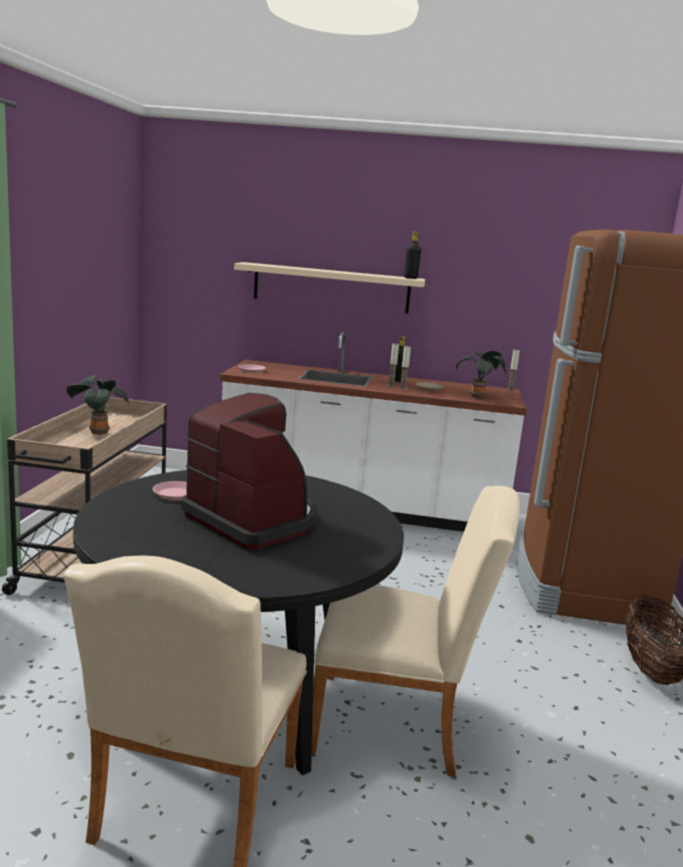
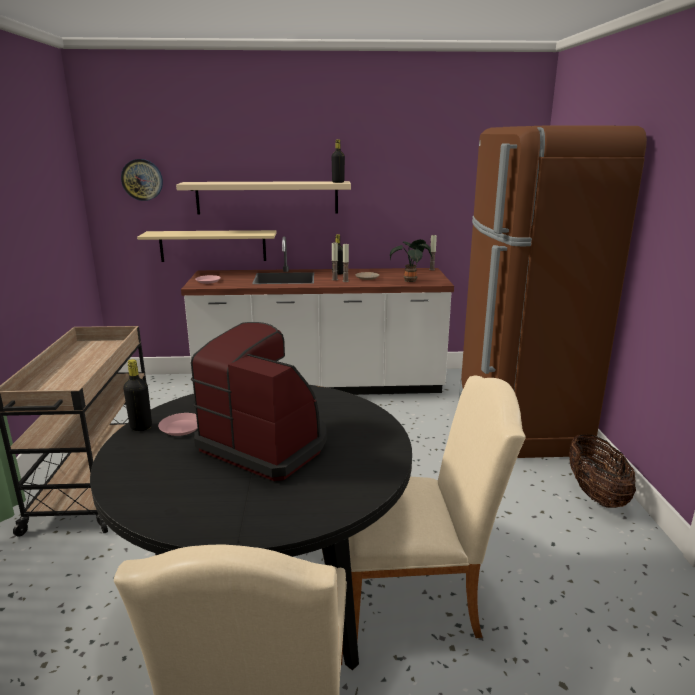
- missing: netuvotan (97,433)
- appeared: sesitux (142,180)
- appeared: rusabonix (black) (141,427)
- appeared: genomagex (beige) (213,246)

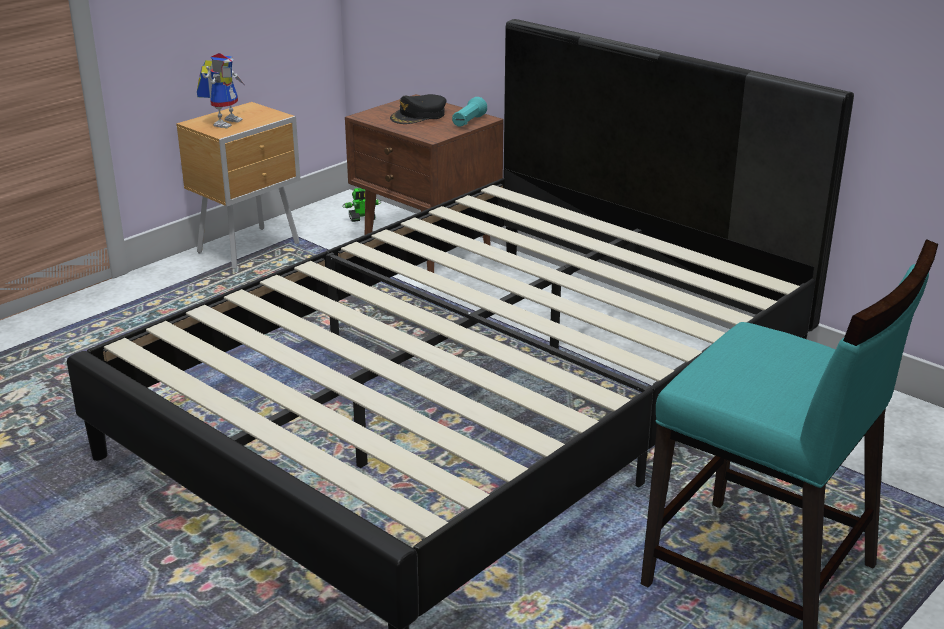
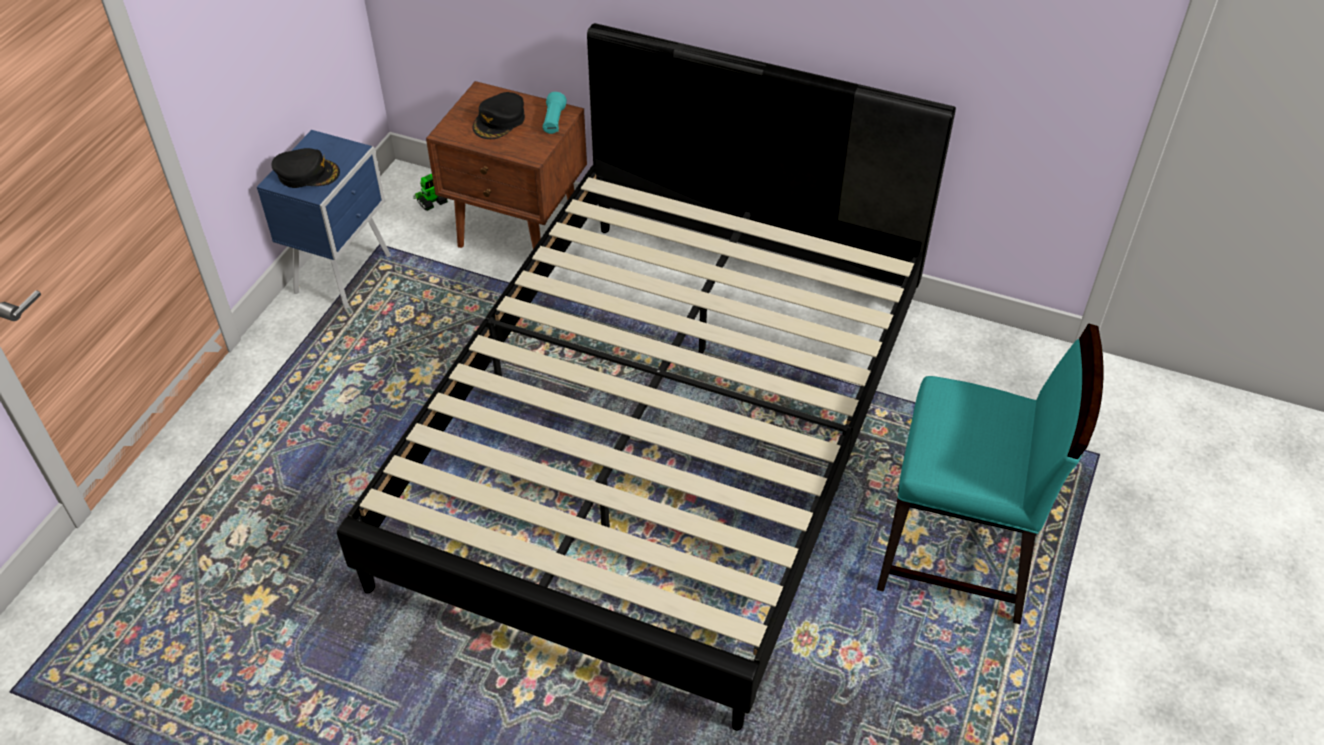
- colour: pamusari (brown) (251,248) to pamusari (blue) (345,273)
- exchanged: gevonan (225,122) to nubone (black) (307,173)

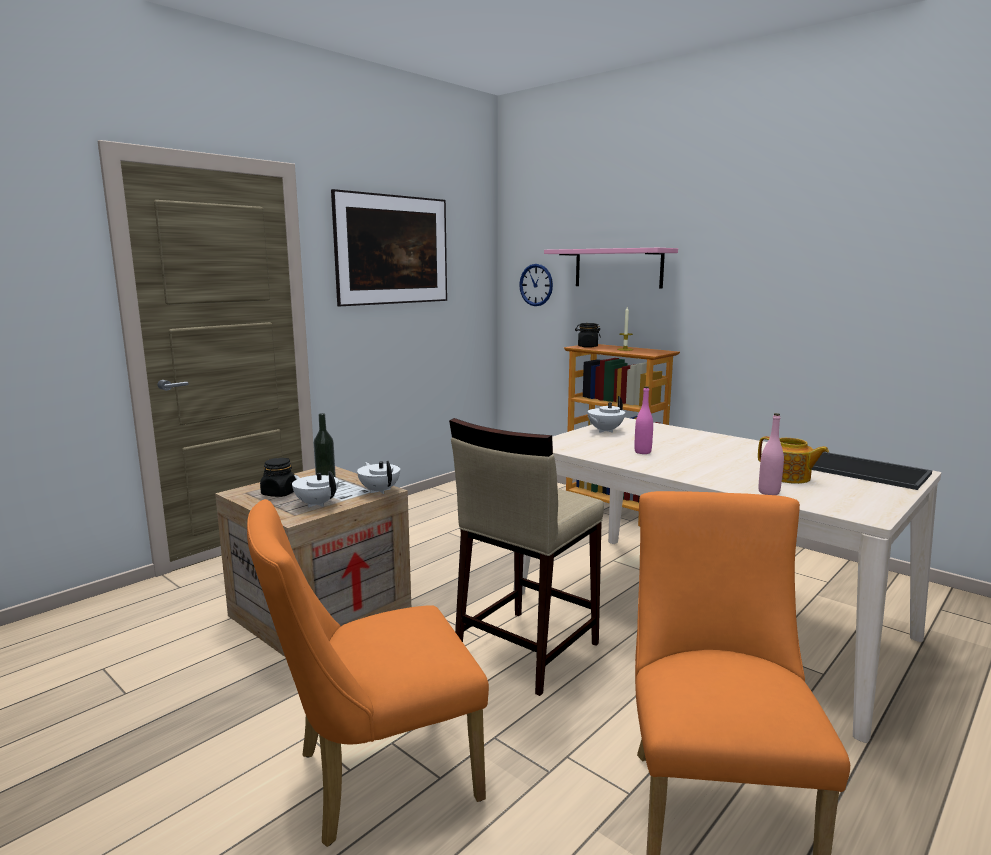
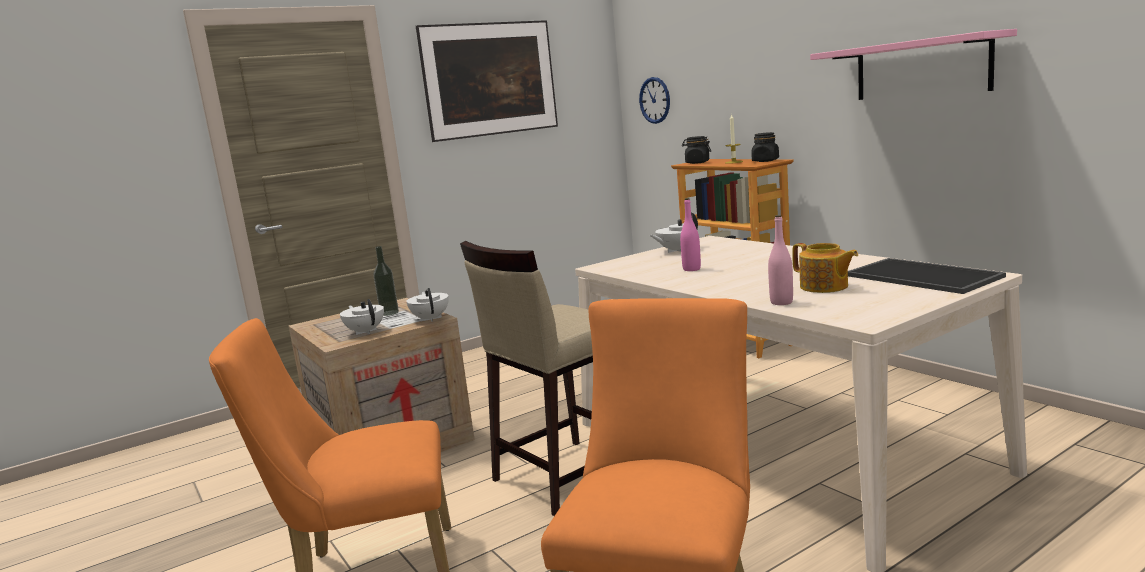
- relocated: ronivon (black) (279,493) to (765,161)
- relocated: genomagex (pink) (618,268) to (921,68)

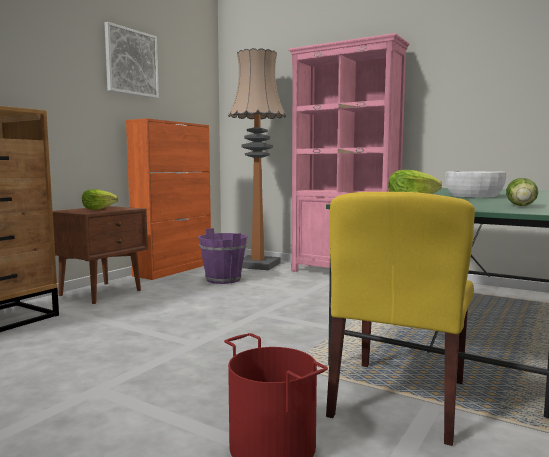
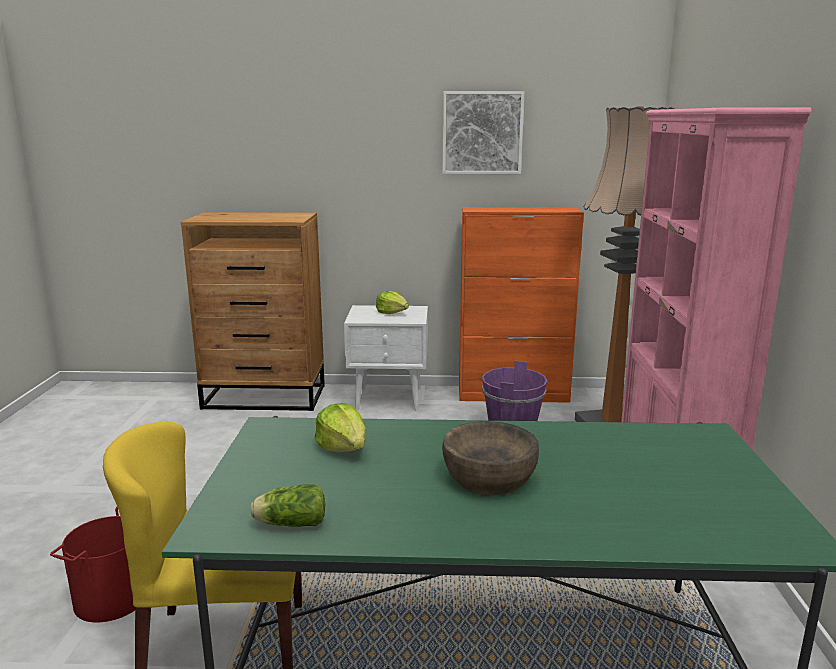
- colour: pamusari (brown) (102,292) to pamusari (white) (390,399)
- colour: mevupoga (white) (473,196) to mevupoga (brown) (489,477)

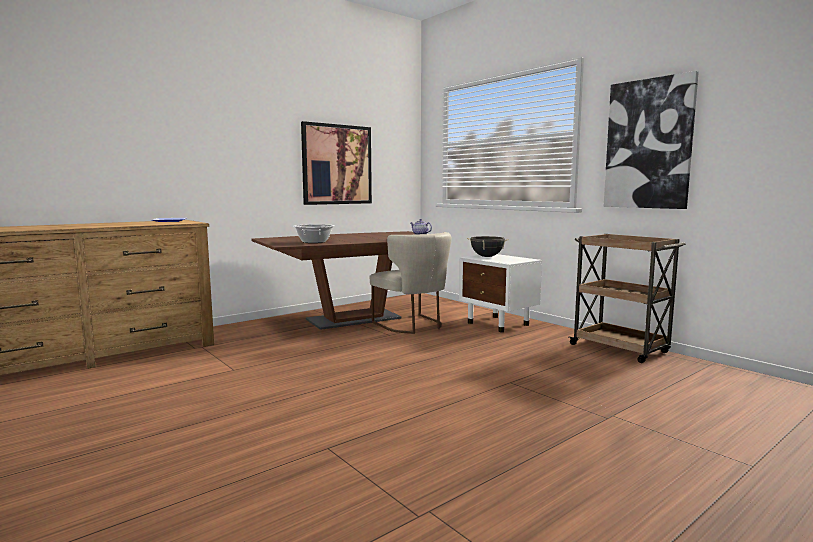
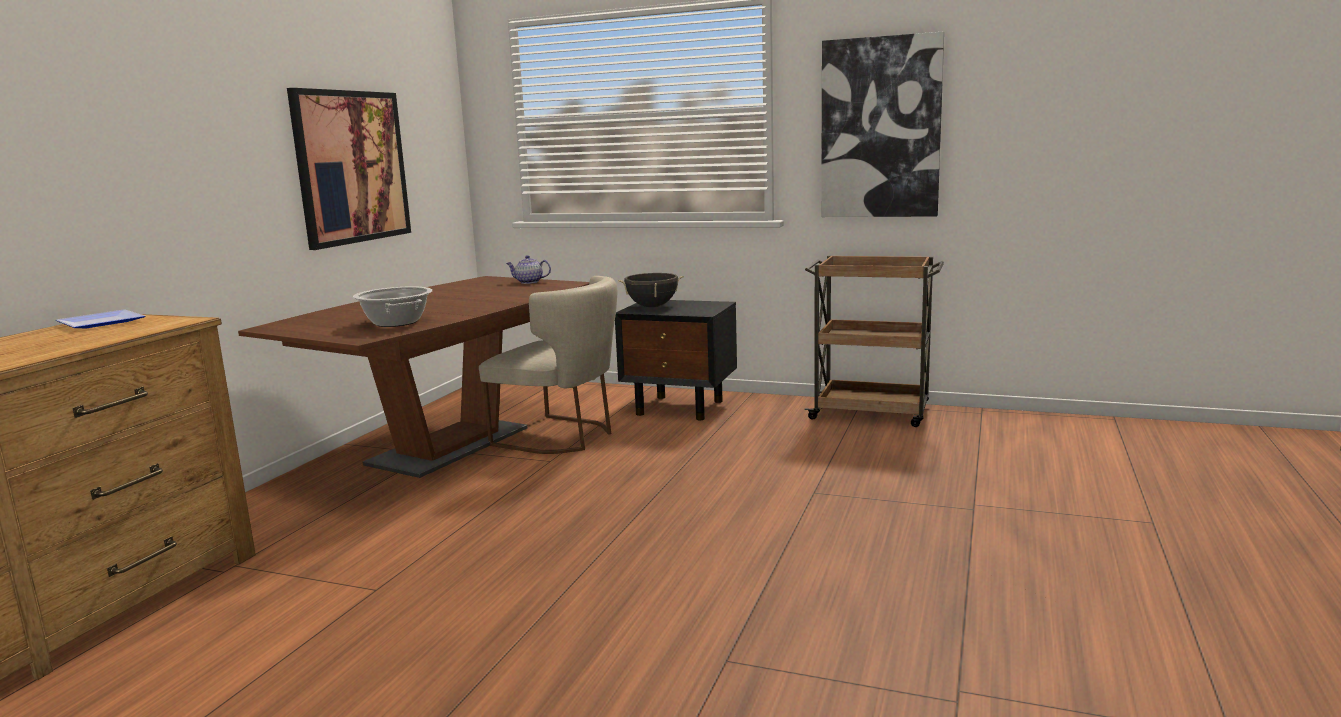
- colour: pamusari (white) (499,324) to pamusari (black) (681,408)

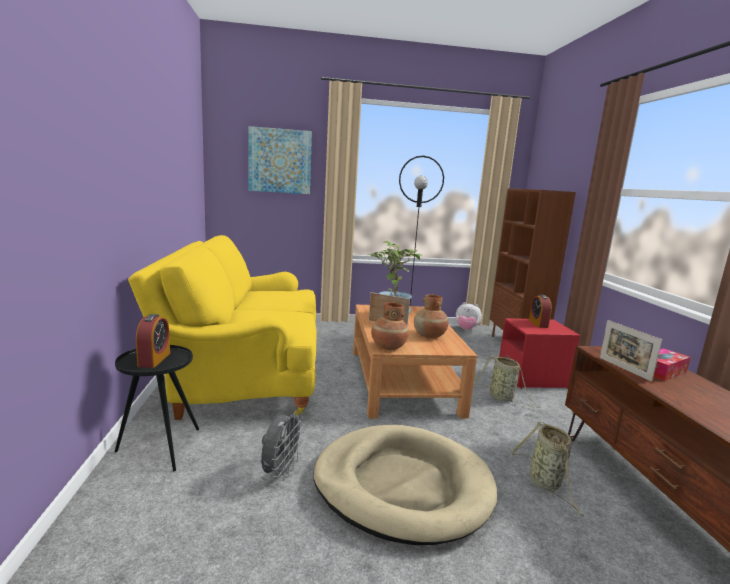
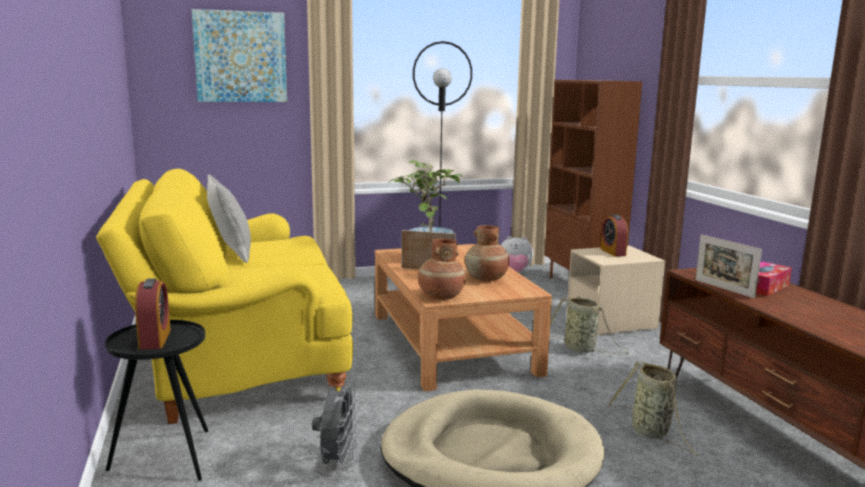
- colour: pamusari (red) (532,377) to pamusari (beige) (611,322)
- appeared: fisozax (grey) (230,253)

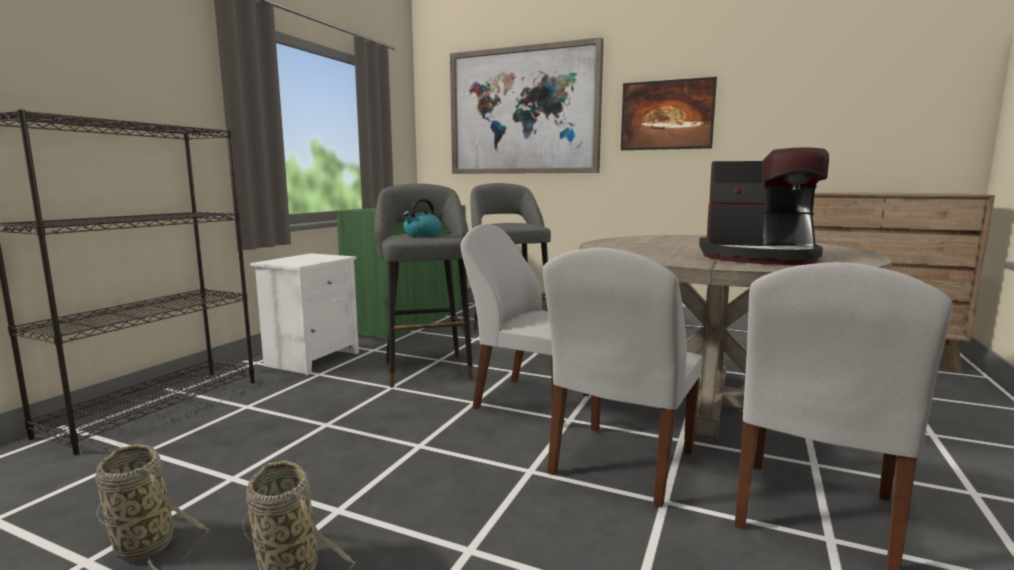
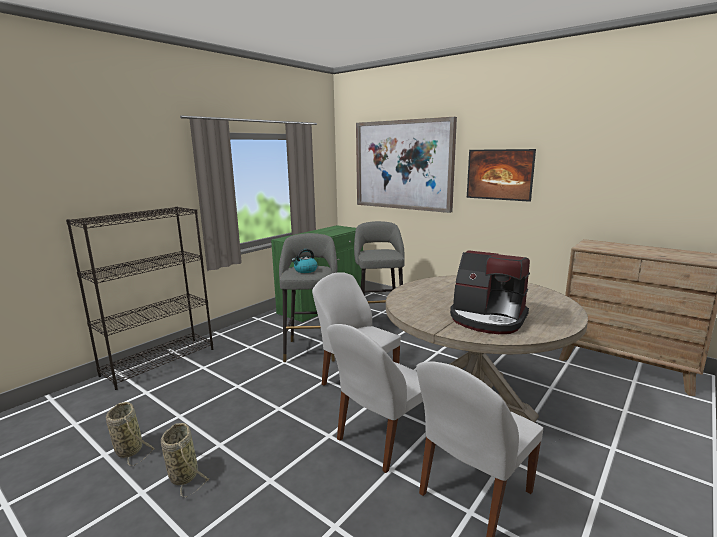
- missing: pamusari (white) (312,359)

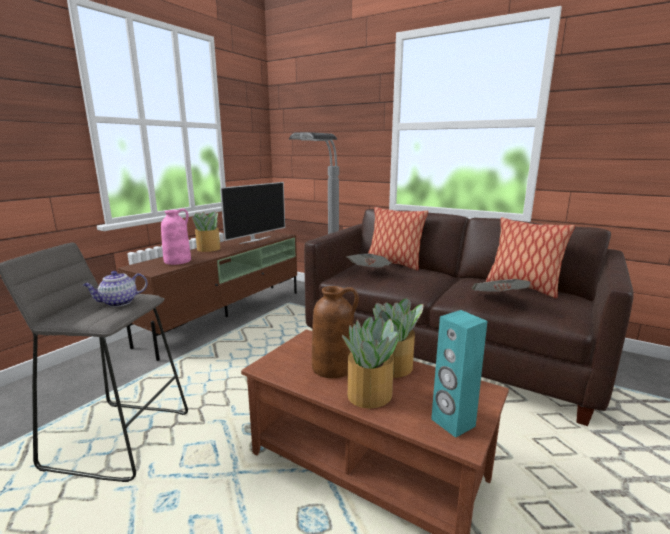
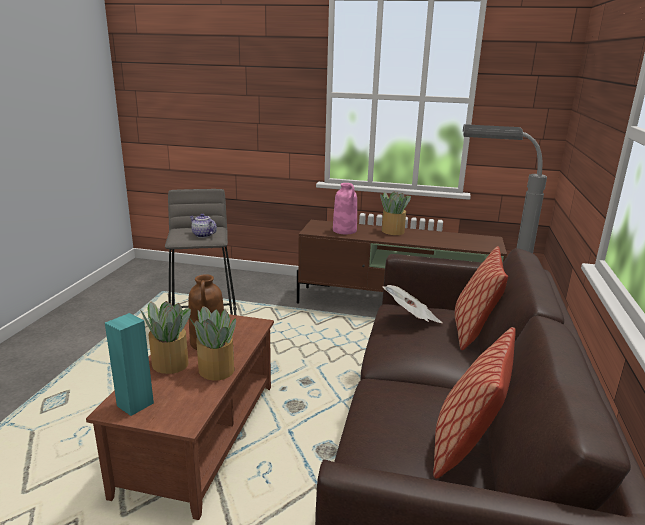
- missing: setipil (255,240)
- missing: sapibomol (498,300)

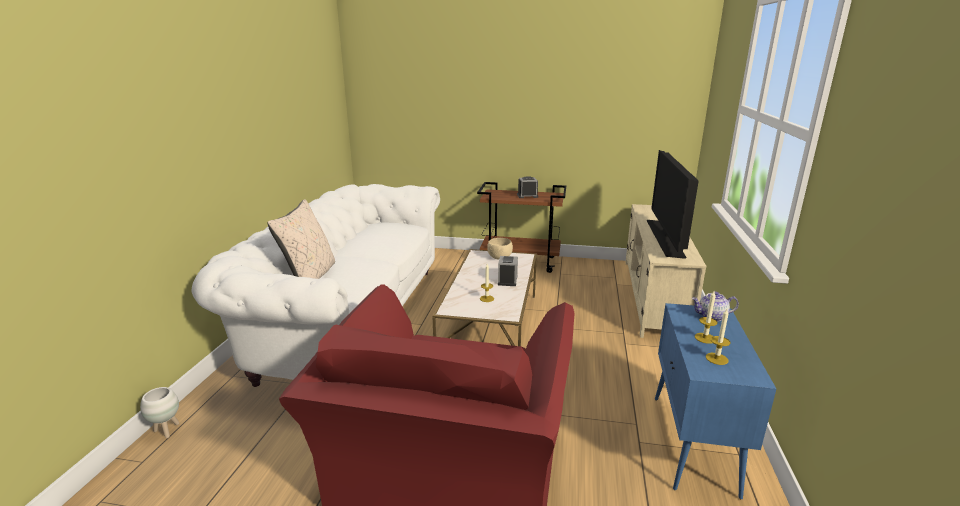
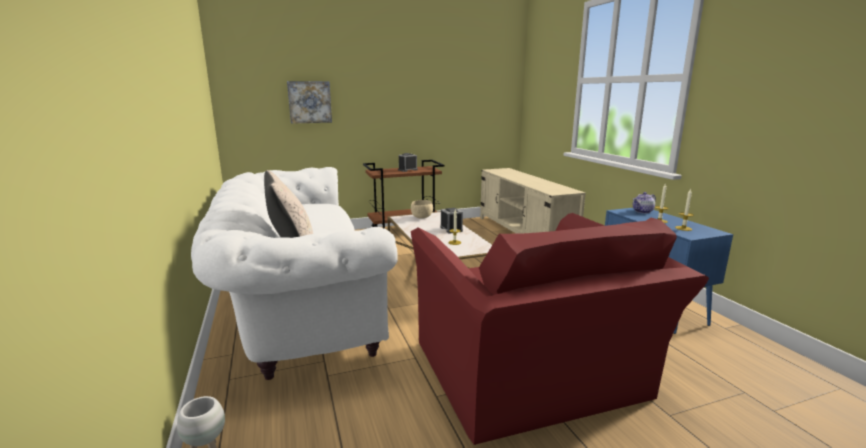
- missing: setipil (665,238)
- appeared: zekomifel (309,102)

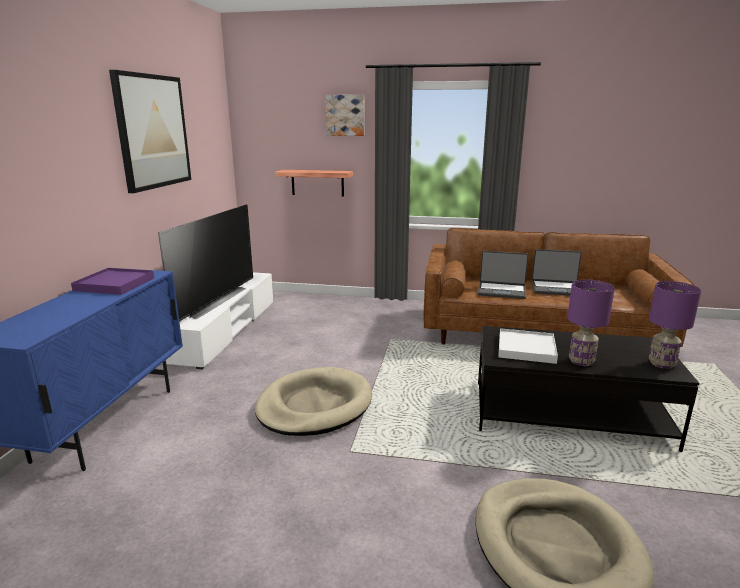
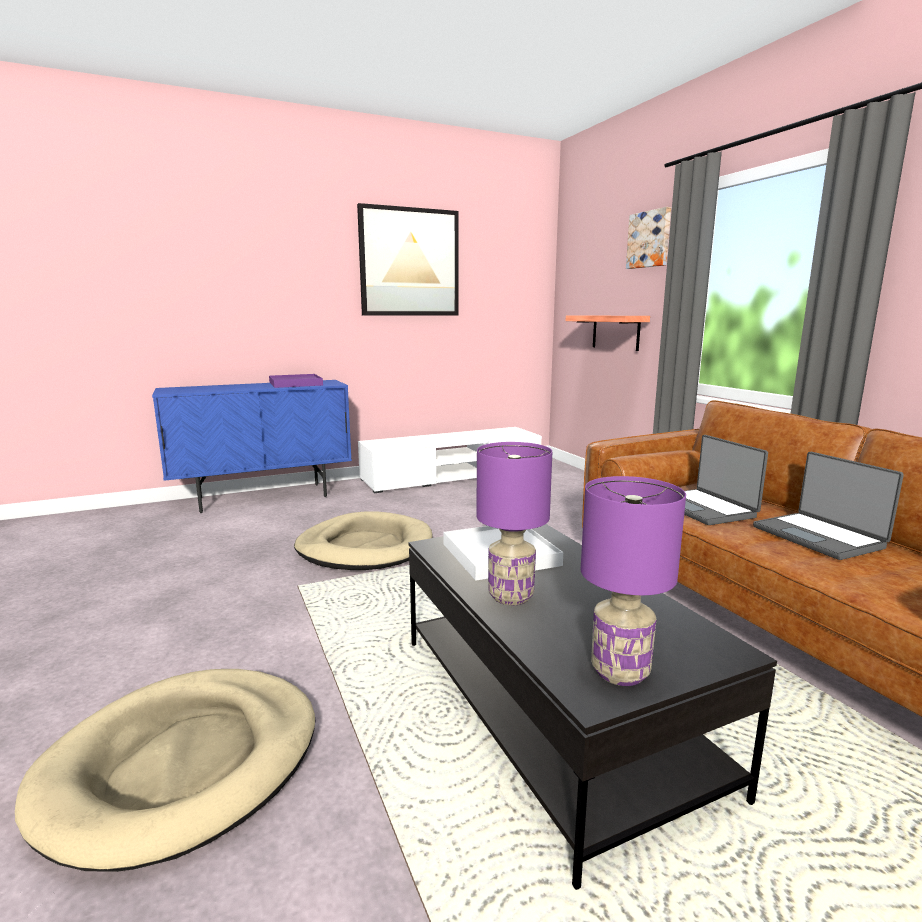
- missing: setipil (212,301)

